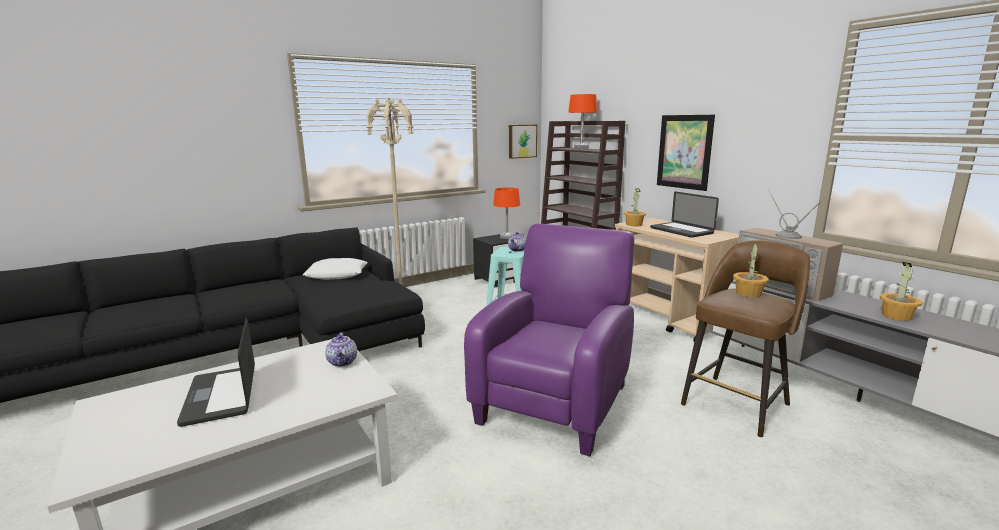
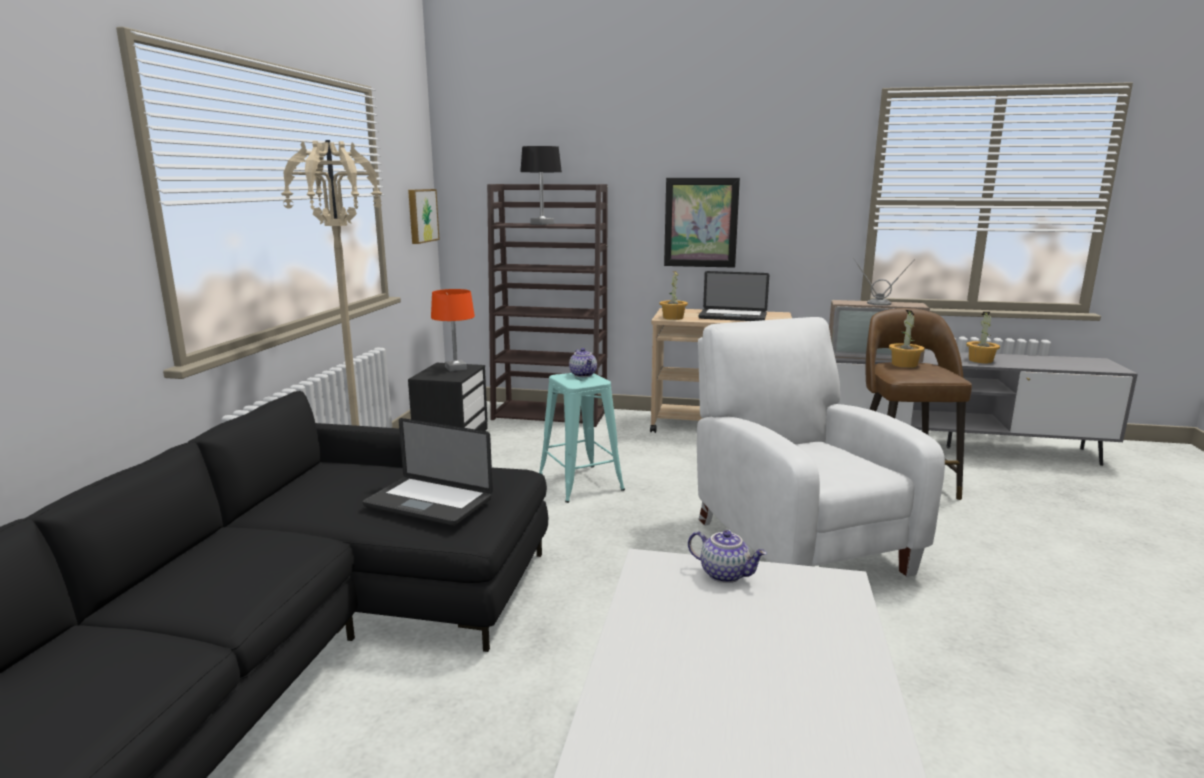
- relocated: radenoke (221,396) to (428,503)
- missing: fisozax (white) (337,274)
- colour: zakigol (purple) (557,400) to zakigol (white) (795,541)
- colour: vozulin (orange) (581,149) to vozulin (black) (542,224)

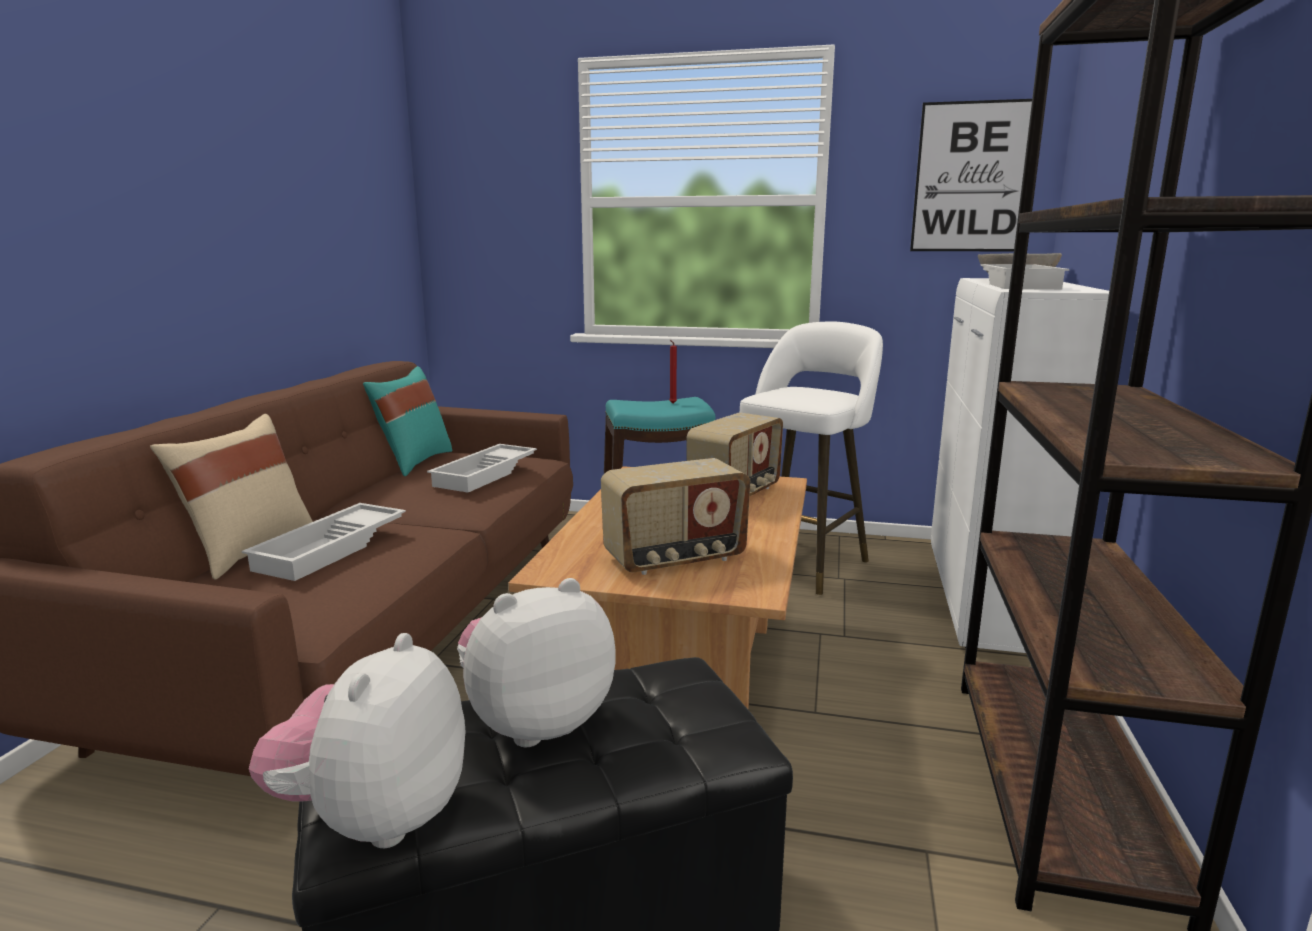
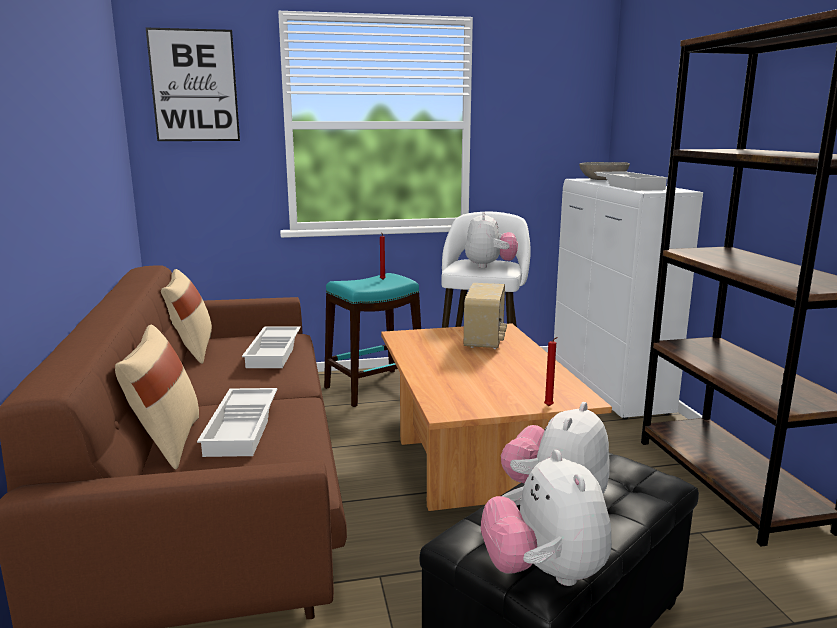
- colour: fisozax (turquoise) (413,462) to fisozax (beige) (190,351)
- missing: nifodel (675,559)
- relocated: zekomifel (972,178) to (194,86)
- appeared: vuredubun (489,266)
- appeared: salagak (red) (549,407)

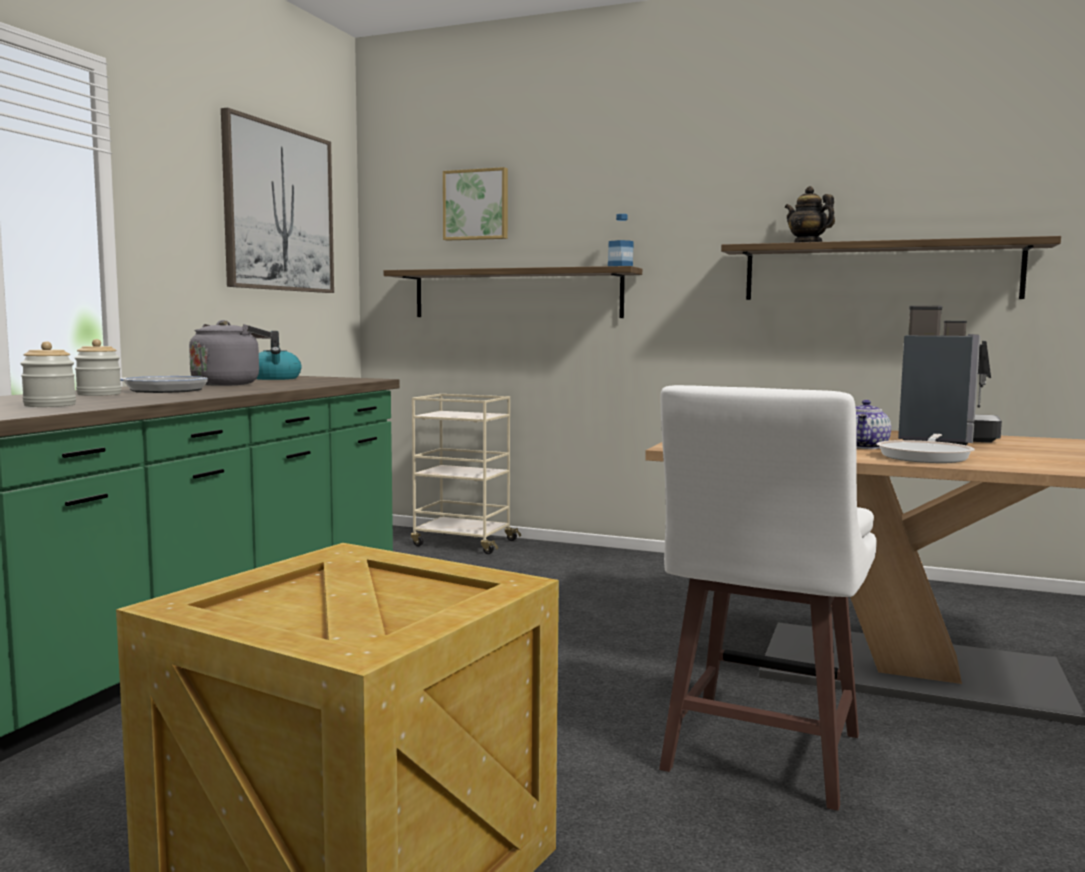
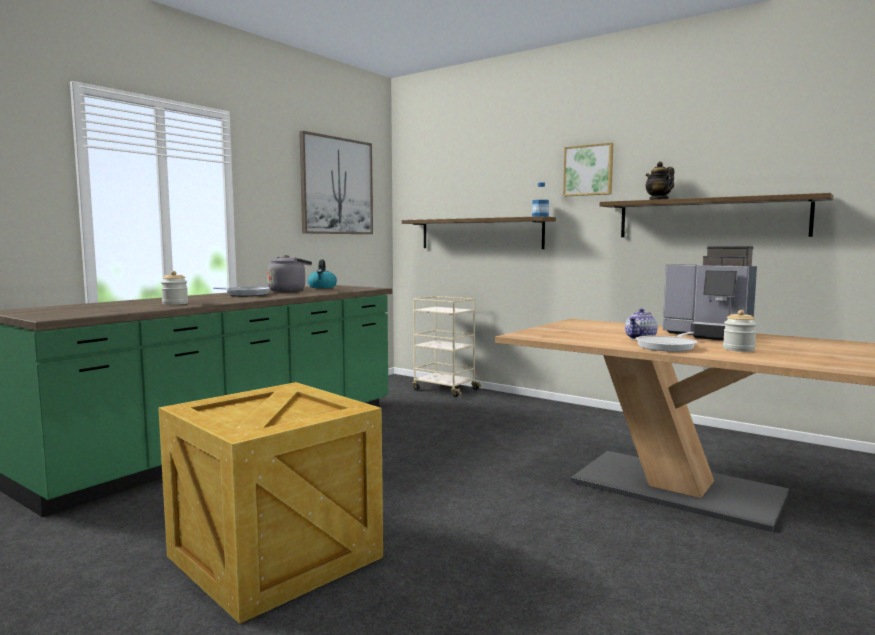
- relocated: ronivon (99,394) to (738,349)
- relocated: zekomifel (476,205) to (588,170)
- missing: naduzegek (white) (759,755)
- spun: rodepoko (943,439) = (710,335) 90 degrees clockwise

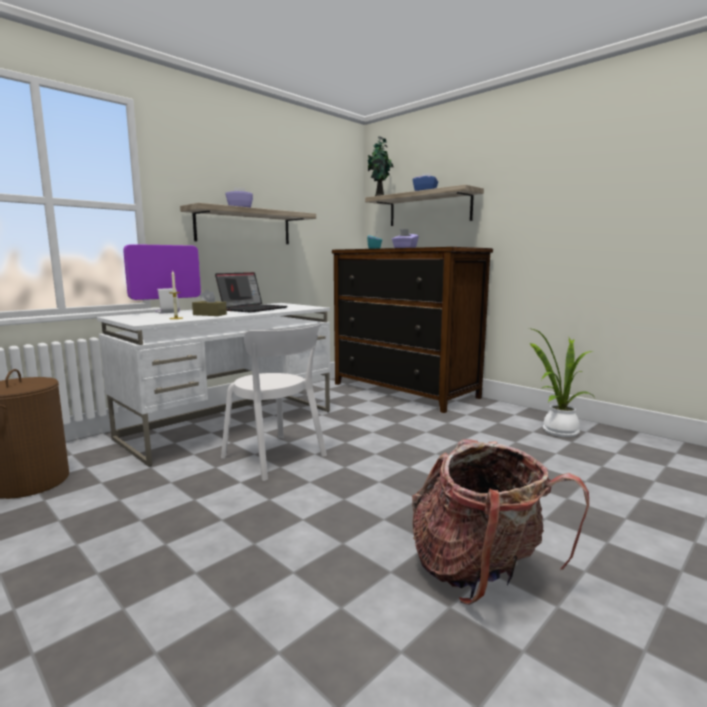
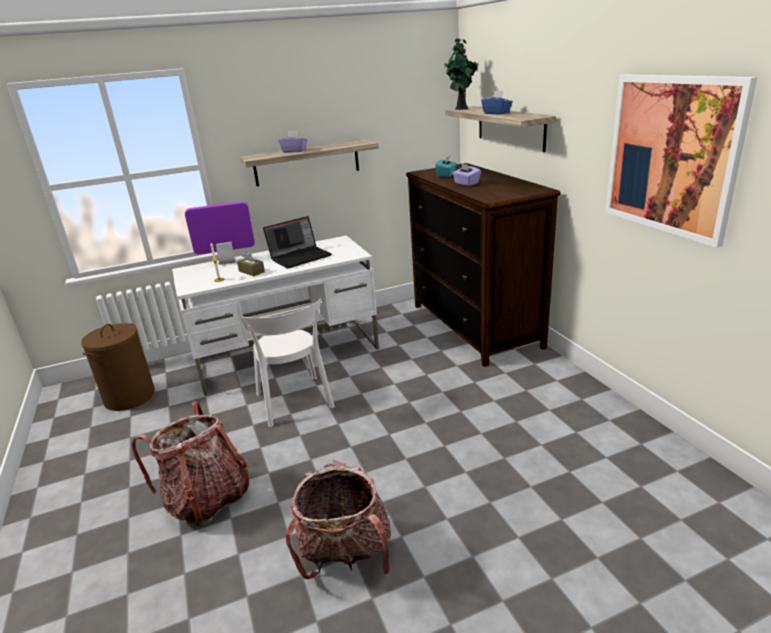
- missing: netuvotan (557,431)
- appeared: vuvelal (207,498)
- appeared: zekomifel (671,155)

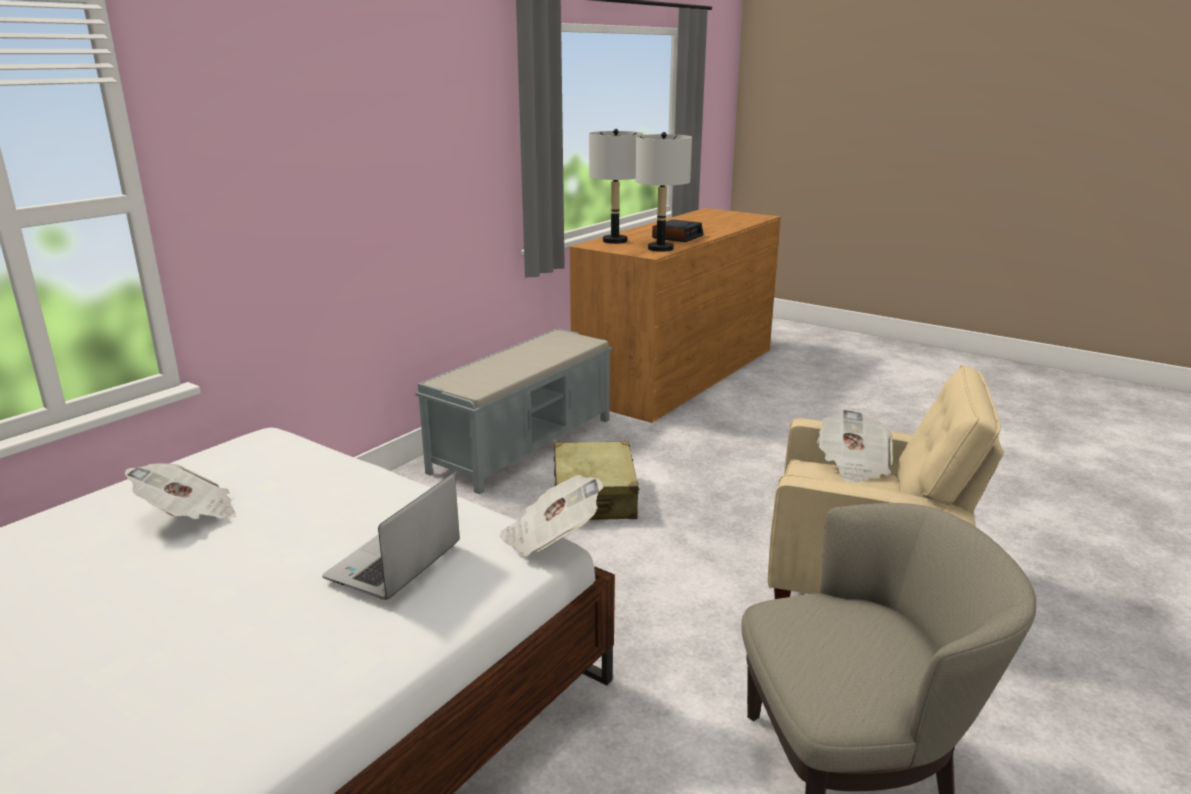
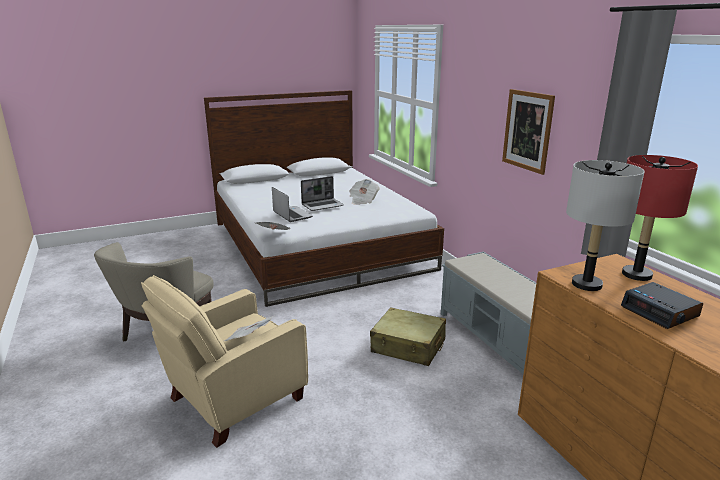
- colour: vozulin (grey) (615,241) to vozulin (red) (636,275)
- appeared: radenoke (323,205)
- appeared: zekomifel (527,130)

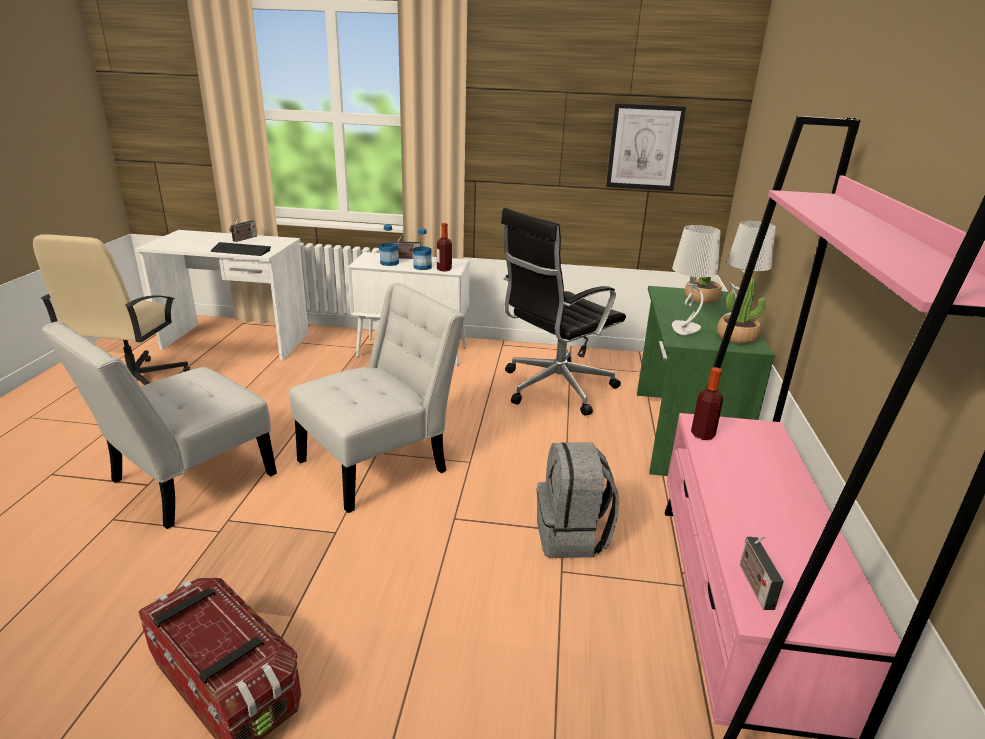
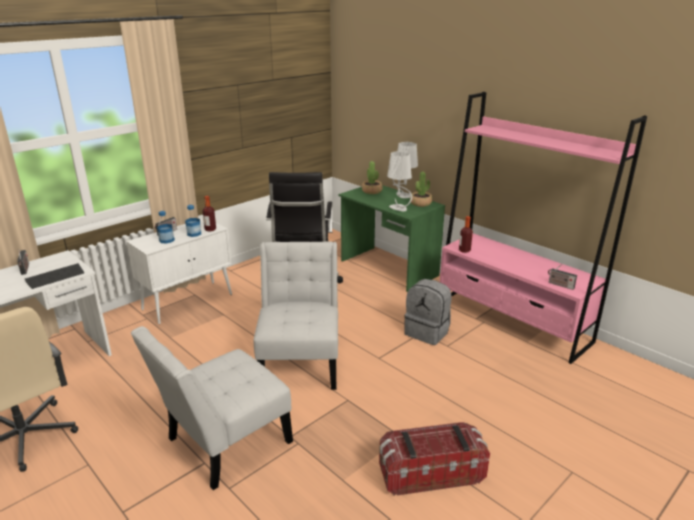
- spun: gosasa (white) (185,482) = (223,444) 60 degrees clockwise
- missing: zekomifel (644,147)

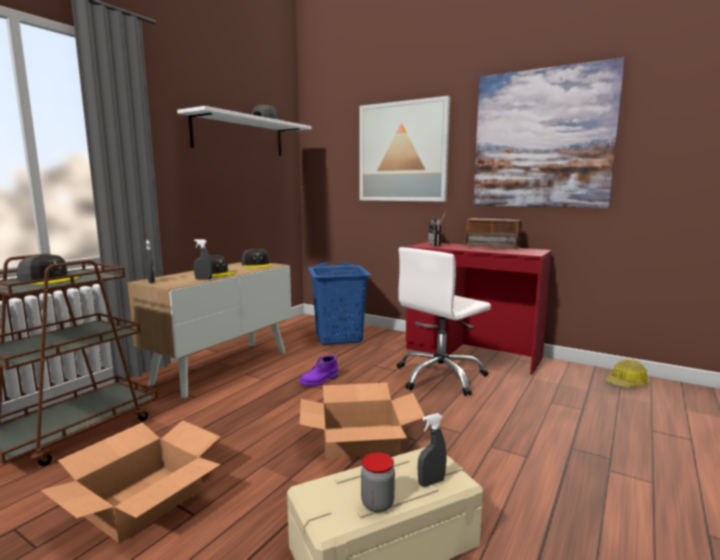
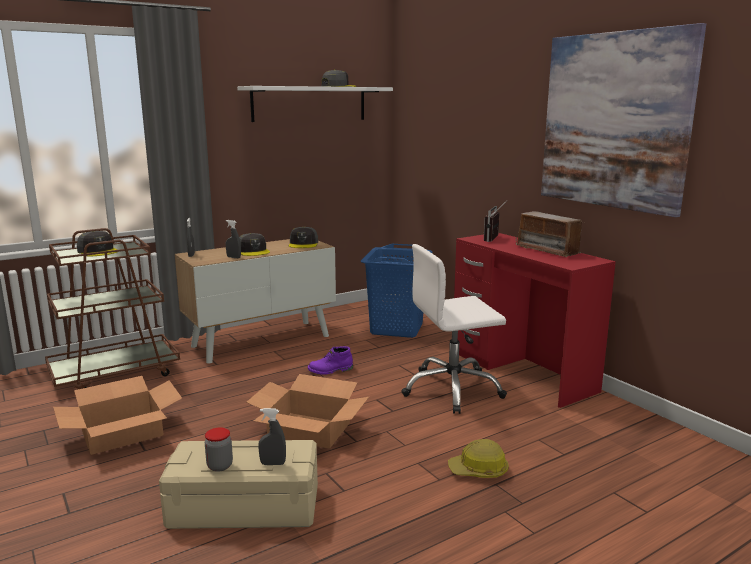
- missing: zekomifel (402,152)
- relocated: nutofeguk (626,383) to (479,470)

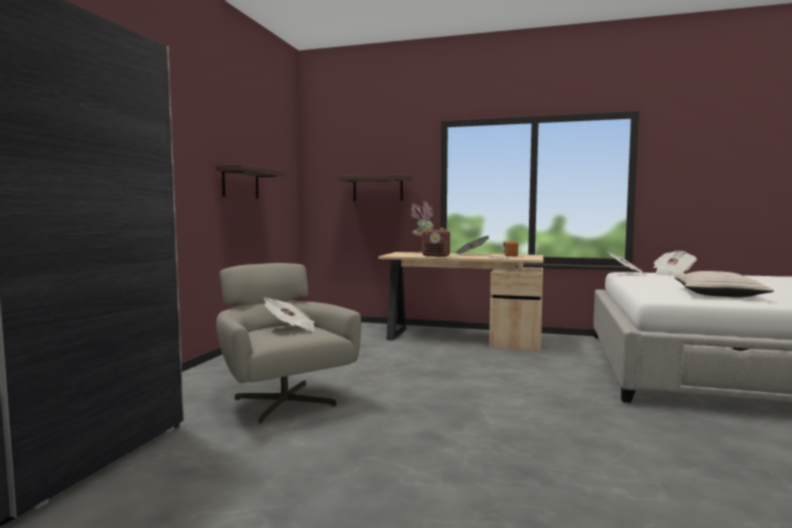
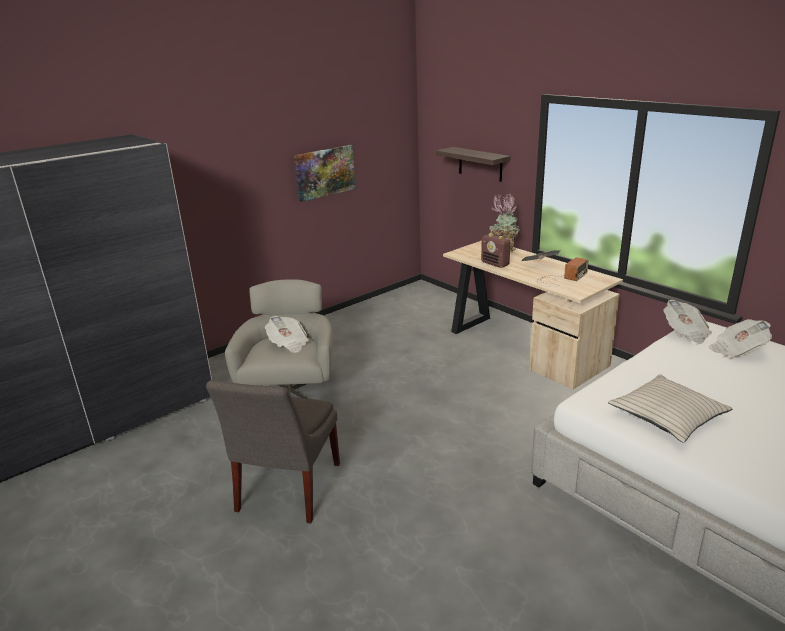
- exchanged: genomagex (240,183) to zekomifel (324,172)
- appeared: gosasa (grey) (286,490)

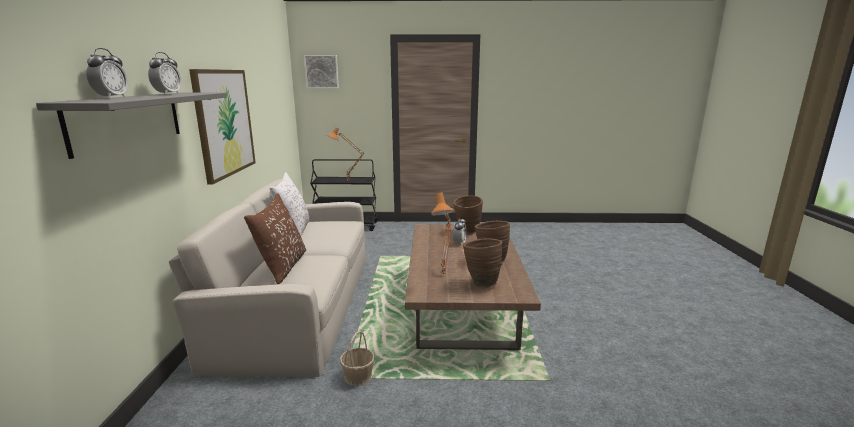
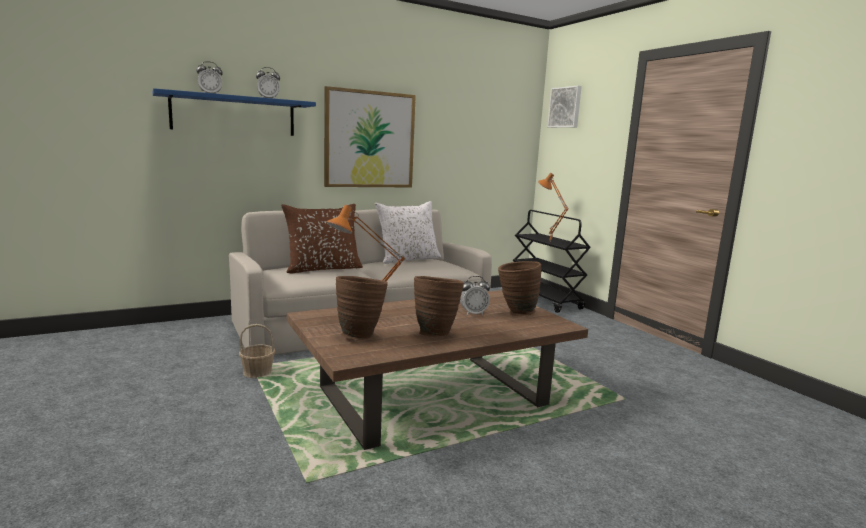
- colour: genomagex (grey) (128,120) to genomagex (blue) (234,115)

